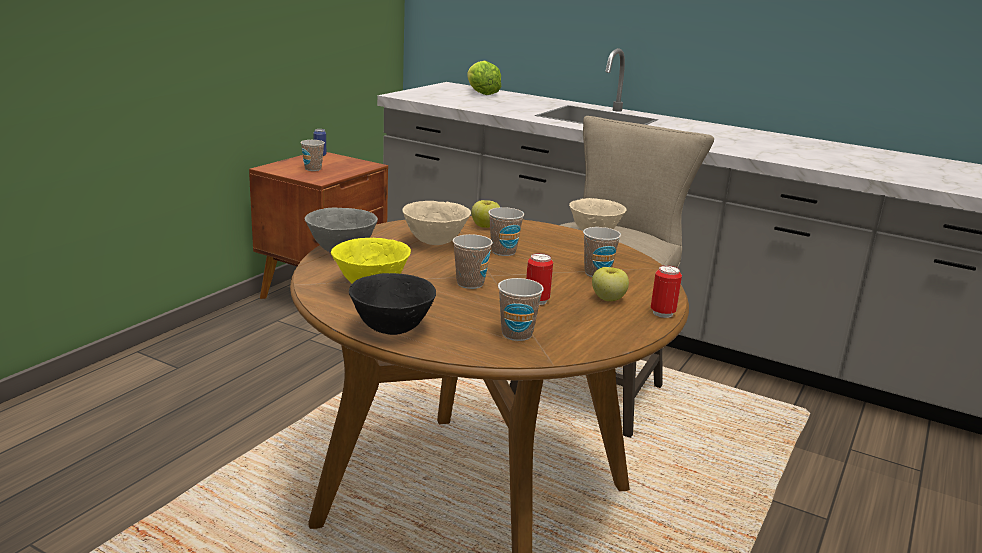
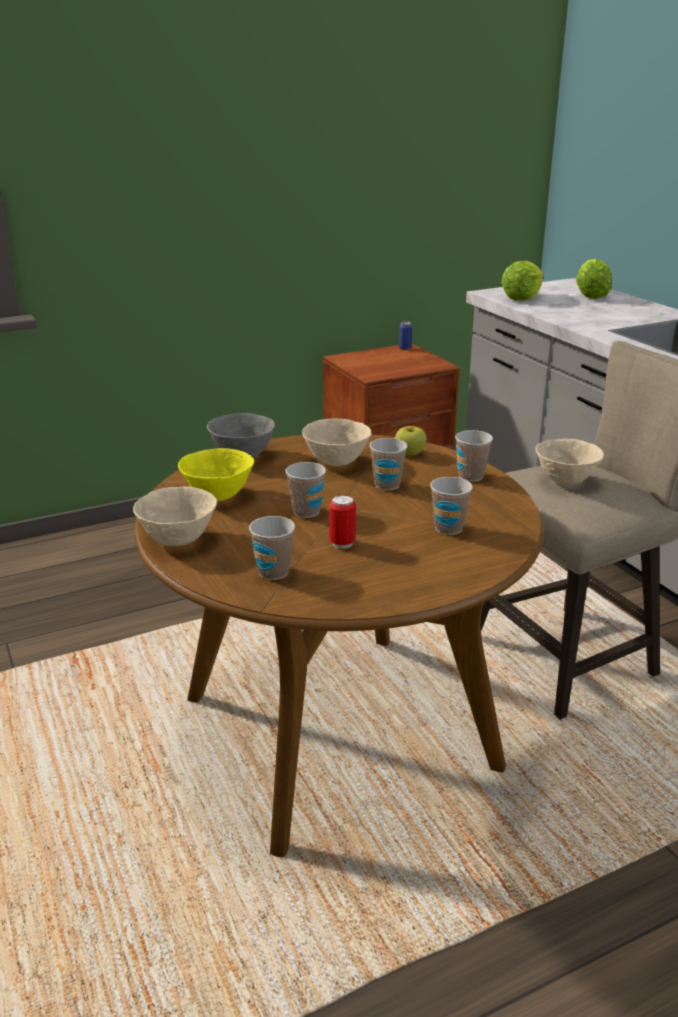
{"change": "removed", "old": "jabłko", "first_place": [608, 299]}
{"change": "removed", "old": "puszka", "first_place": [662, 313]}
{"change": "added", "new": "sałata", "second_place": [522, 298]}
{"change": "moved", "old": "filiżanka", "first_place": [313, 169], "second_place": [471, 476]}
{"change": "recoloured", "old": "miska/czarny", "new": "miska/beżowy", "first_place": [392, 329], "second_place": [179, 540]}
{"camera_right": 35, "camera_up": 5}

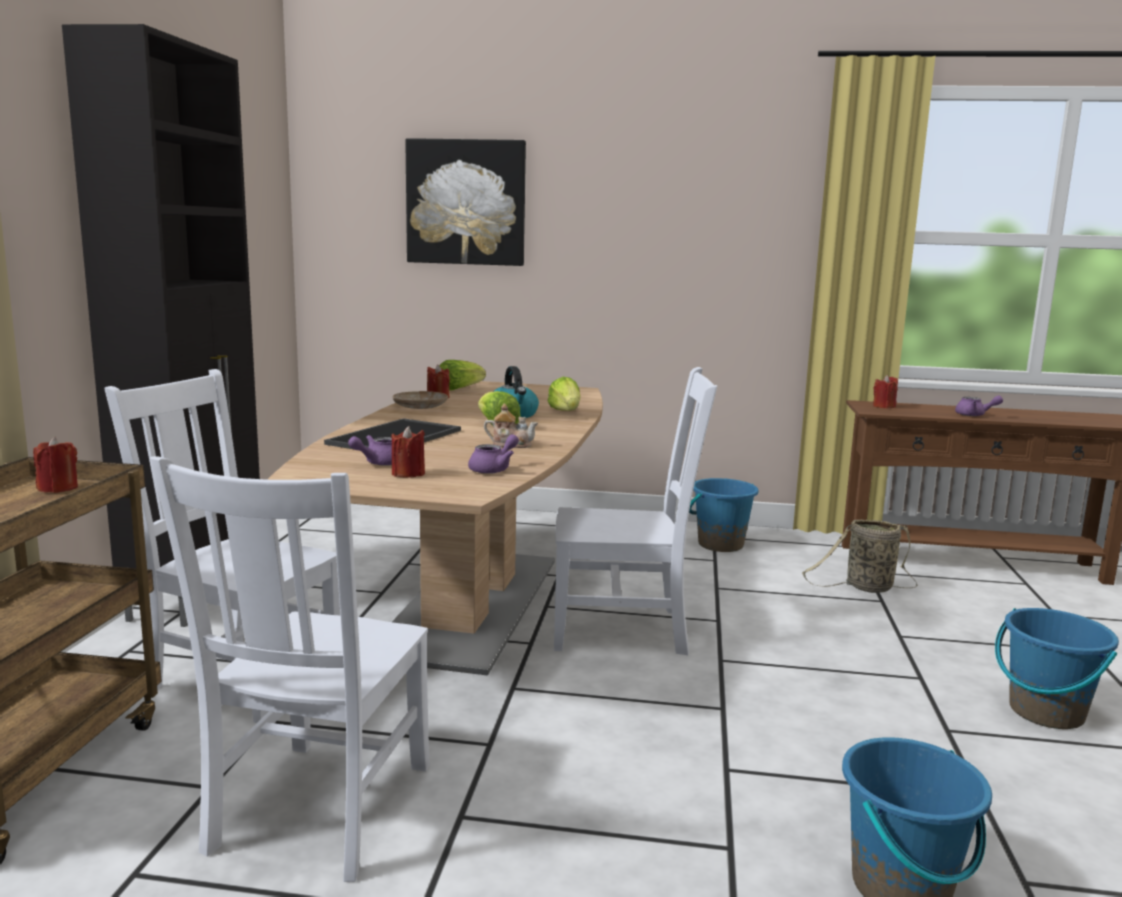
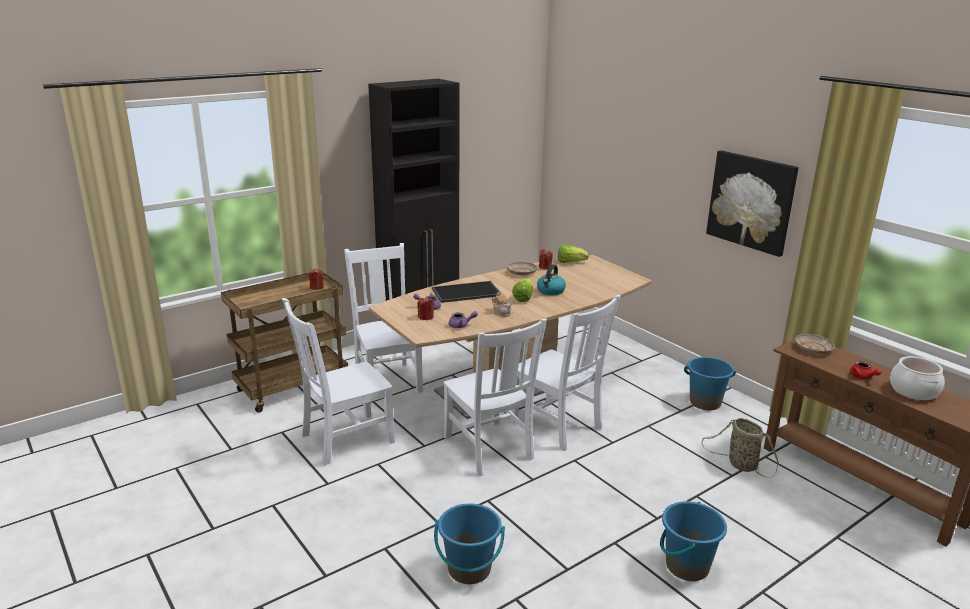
{"change": "removed", "old": "sałata", "first_place": [566, 413]}
{"change": "added", "new": "krzesło/biały", "second_place": [489, 449]}
{"change": "added", "new": "garnek", "second_place": [914, 391]}
{"change": "moved", "old": "obraz", "first_place": [466, 202], "second_place": [751, 201]}
{"change": "replaced", "old": "świeca/czerwony", "new": "talerz/beżowy", "first_place": [884, 406], "second_place": [813, 348]}
{"change": "recoloured", "old": "imbryk/fioletowy", "new": "imbryk/czerwony", "first_place": [974, 415], "second_place": [862, 377]}
{"camera_right": 45, "camera_up": 10}

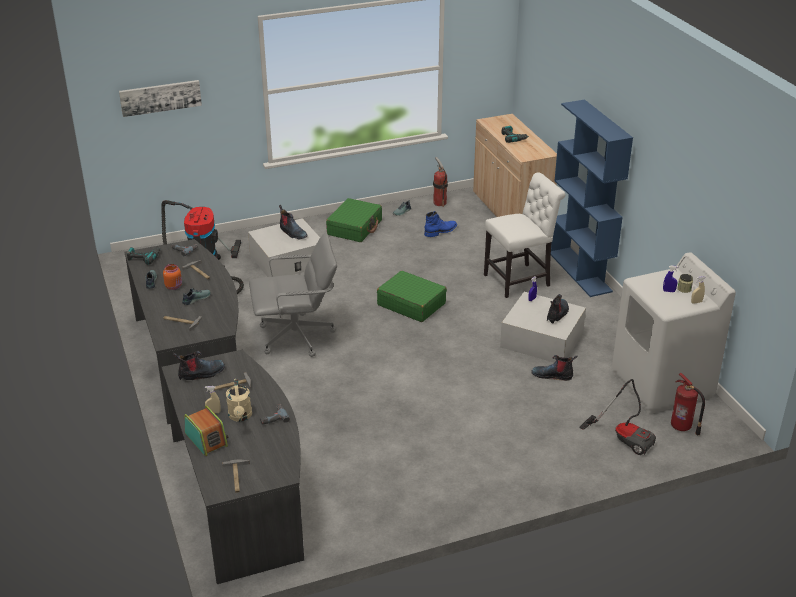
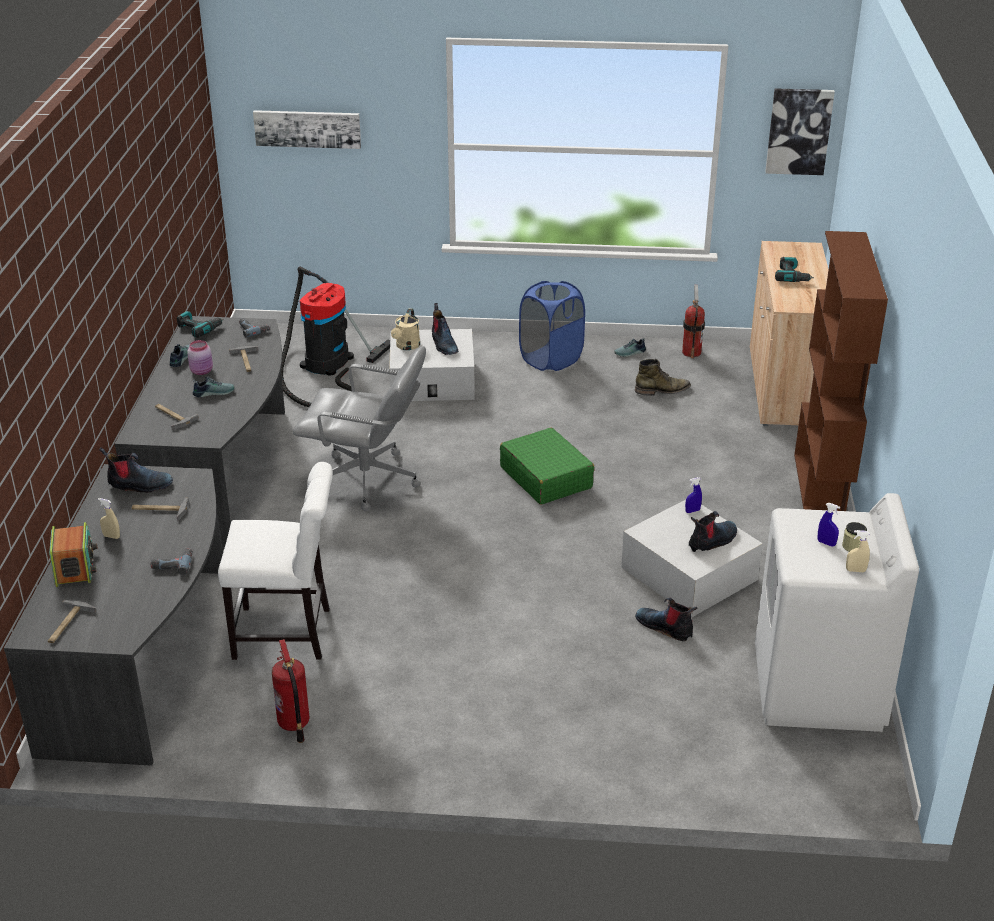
{"change": "removed", "old": "odkurzacz", "first_place": [624, 438]}
{"change": "added", "new": "obraz", "second_place": [799, 131]}
{"change": "moved", "old": "konewka/beżowy", "first_place": [240, 416], "second_place": [406, 346]}
{"change": "moved", "old": "krzesło/biały", "first_place": [520, 280], "second_place": [288, 634]}
{"change": "moved", "old": "gaśnica", "first_place": [682, 427], "second_place": [294, 724]}
{"change": "replaced", "old": "walizka/zielony", "new": "kosz na pranie/niebieski", "first_place": [355, 227], "second_place": [551, 359]}
{"change": "recoloured", "old": "słoik/pomarańczowy", "new": "słoik/różowy", "first_place": [174, 286], "second_place": [202, 371]}
{"change": "recoloured", "old": "but z cholewką/niebieski", "new": "but z cholewką/zielony", "first_place": [441, 231], "second_place": [662, 391]}
{"change": "recoloured", "old": "regał/niebieski", "new": "regał/brązowy", "first_place": [580, 271], "second_place": [820, 494]}
{"camera_right": 25, "camera_up": 0}

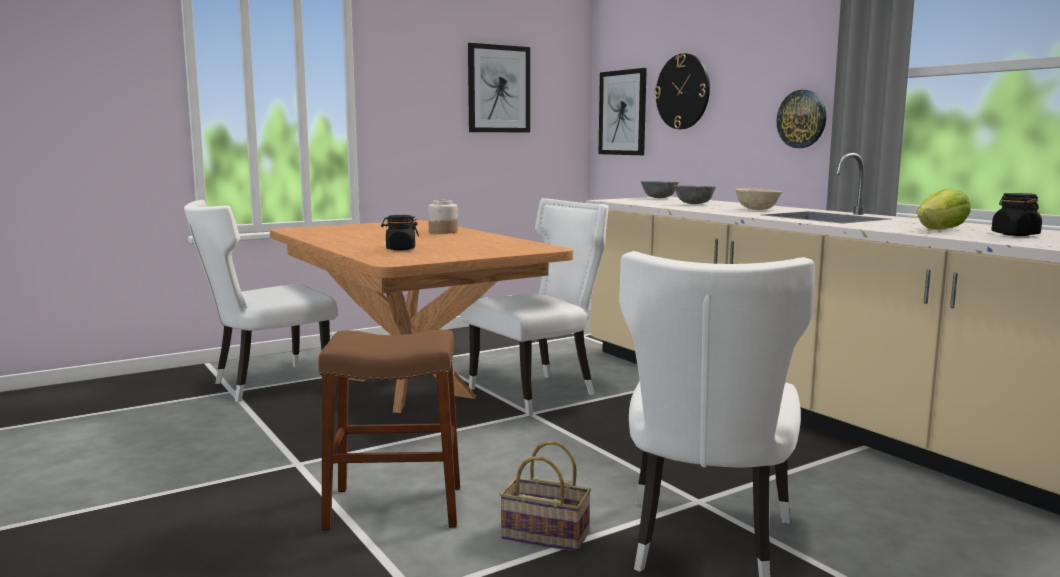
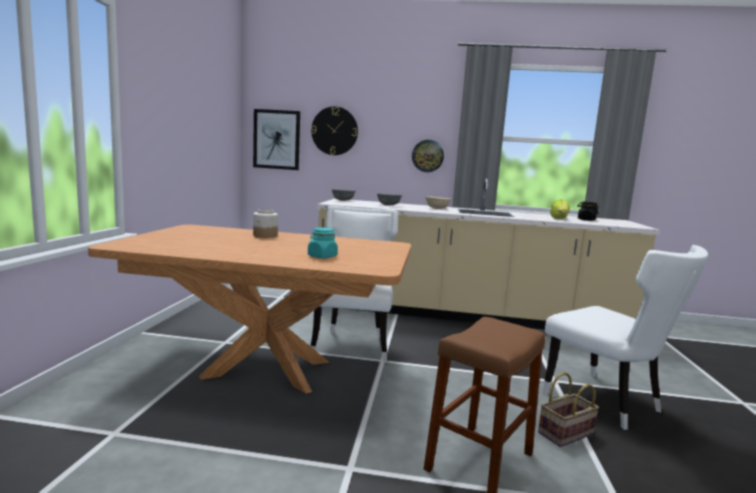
{"change": "removed", "old": "krzesło/biały", "first_place": [266, 385]}
{"change": "removed", "old": "obraz", "first_place": [498, 89]}
{"change": "recoloured", "old": "słoik/czarny", "new": "słoik/turkusowy", "first_place": [400, 249], "second_place": [322, 256]}
{"camera_right": -50, "camera_up": 0}

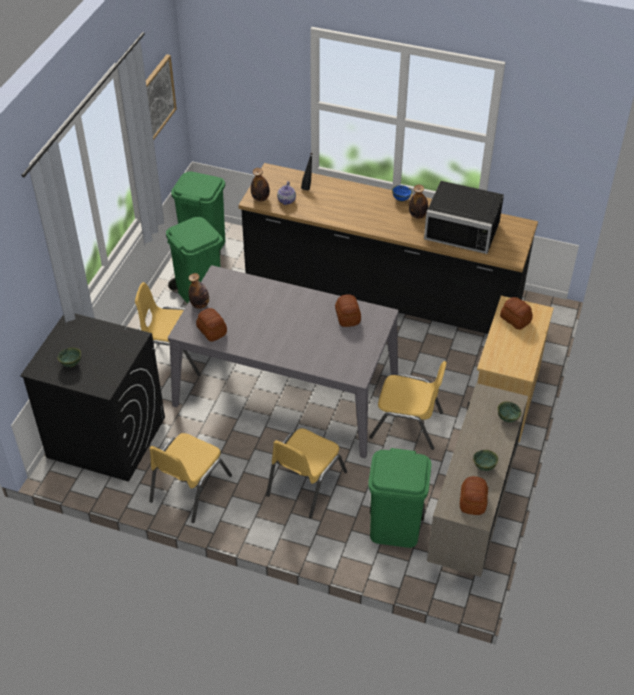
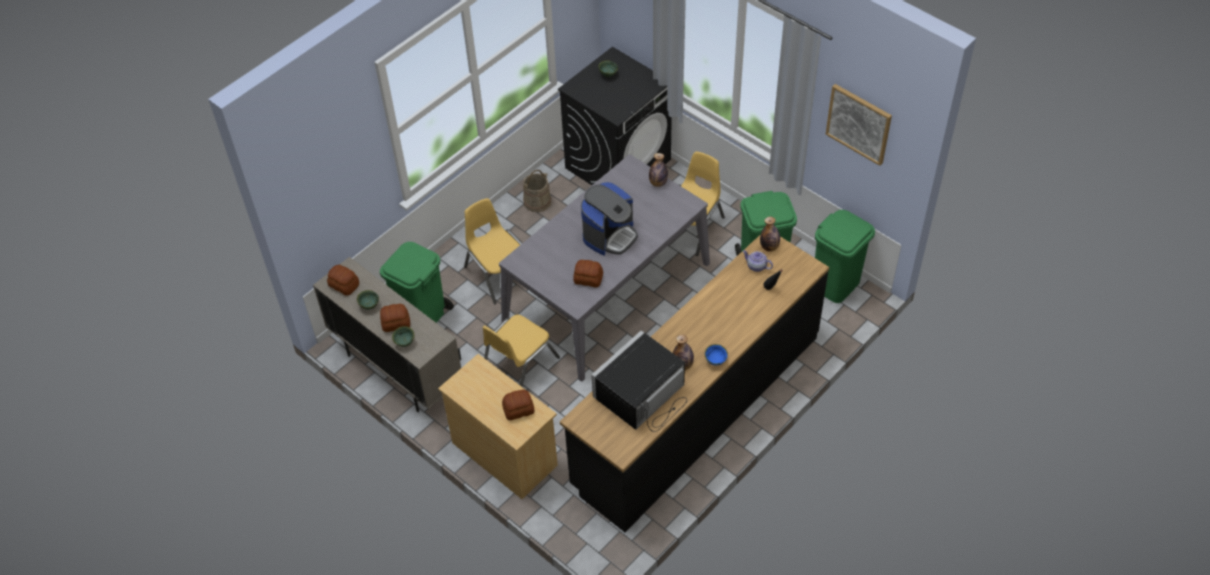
{"change": "added", "new": "ekspres do kawy", "second_place": [609, 235]}
{"change": "moved", "old": "chleb", "first_place": [211, 331], "second_place": [395, 323]}
{"change": "replaced", "old": "krzesło/żółty", "new": "wiadro/beżowy", "first_place": [189, 488], "second_place": [537, 201]}
{"camera_right": 115, "camera_up": 5}

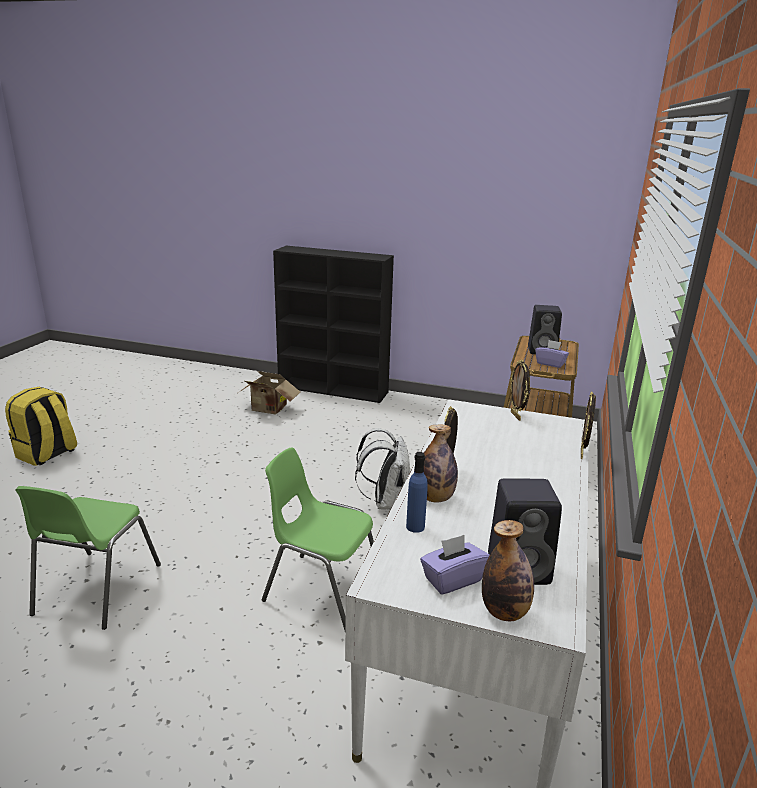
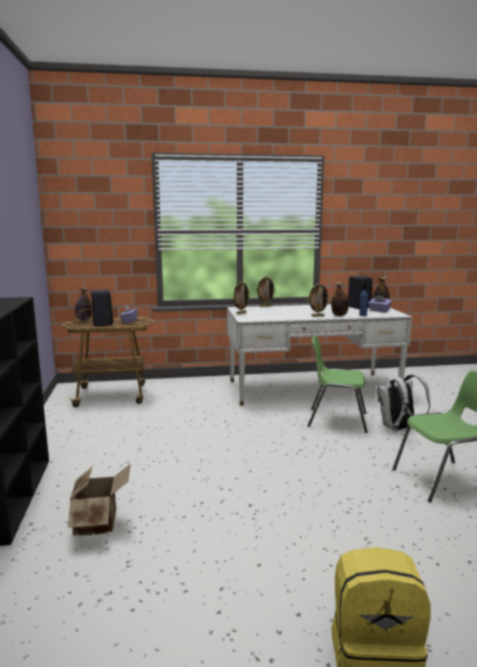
{"change": "added", "new": "butelka", "second_place": [83, 320]}
{"change": "moved", "old": "plecak/biały", "first_place": [385, 502], "second_place": [398, 428]}
{"change": "turned", "old": "krzesło/zielony", "first_place": [322, 590], "second_place": [336, 420], "degrees": 105}
{"camera_right": -115, "camera_up": -10}

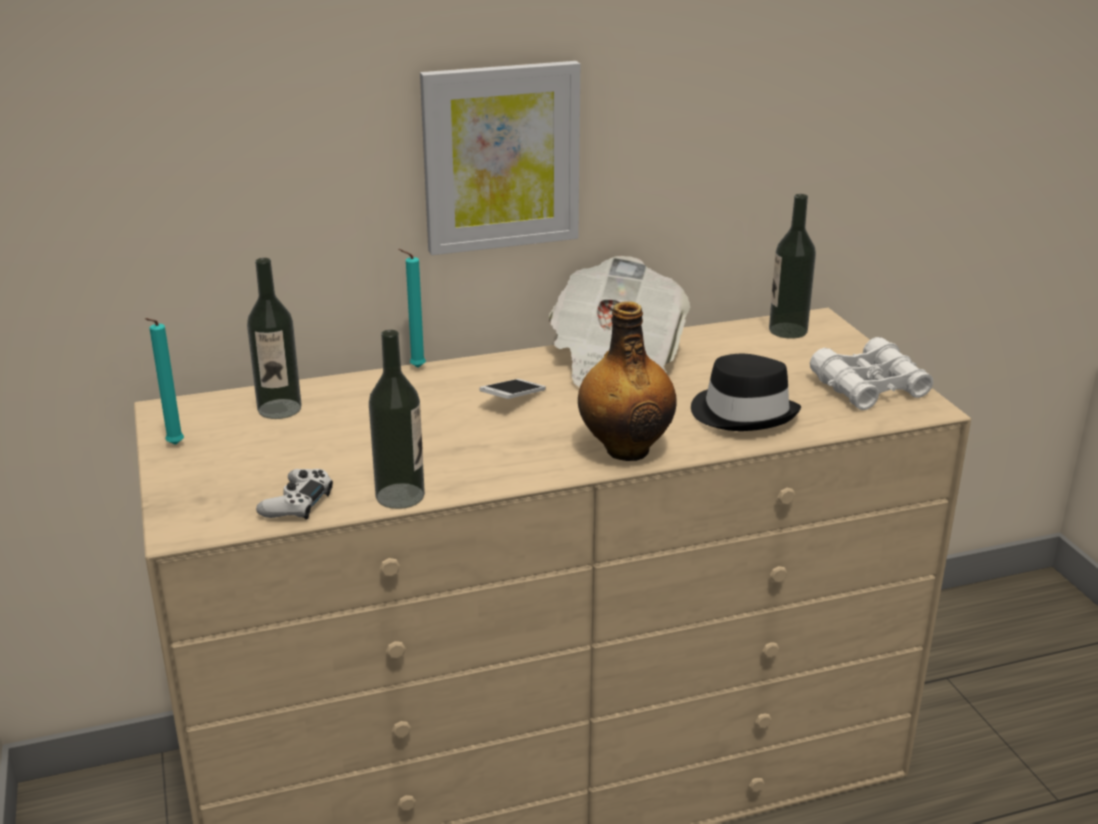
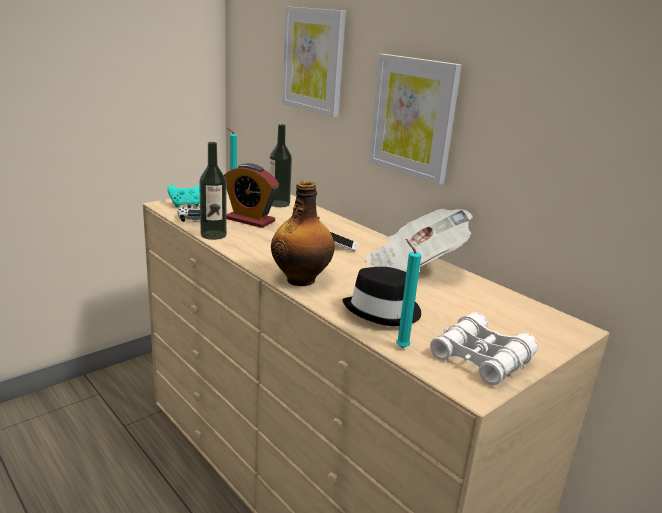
{"change": "removed", "old": "butelka", "first_place": [788, 330]}
{"change": "added", "new": "pad do gier/turkusowy", "second_place": [186, 205]}
{"change": "added", "new": "budzik", "second_place": [250, 220]}
{"change": "added", "new": "obraz", "second_place": [314, 60]}
{"change": "moved", "old": "świeca/turkusowy", "first_place": [415, 368], "second_place": [400, 347]}
{"camera_right": 65, "camera_up": -5}

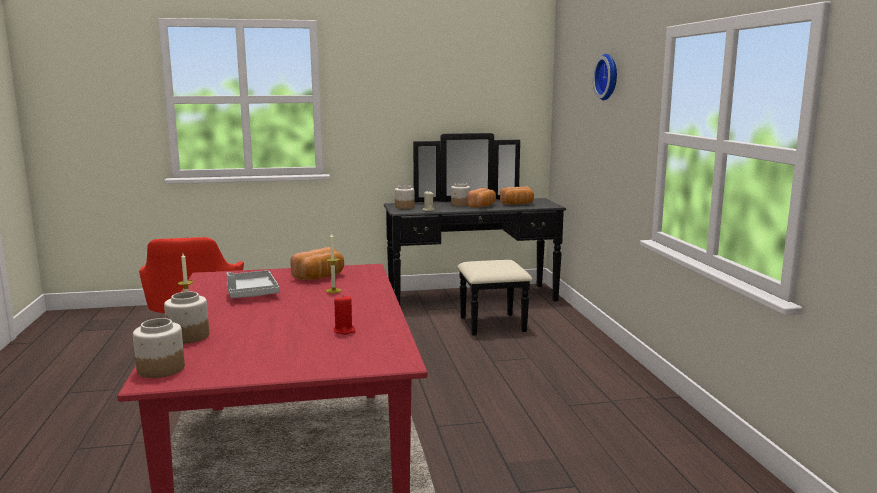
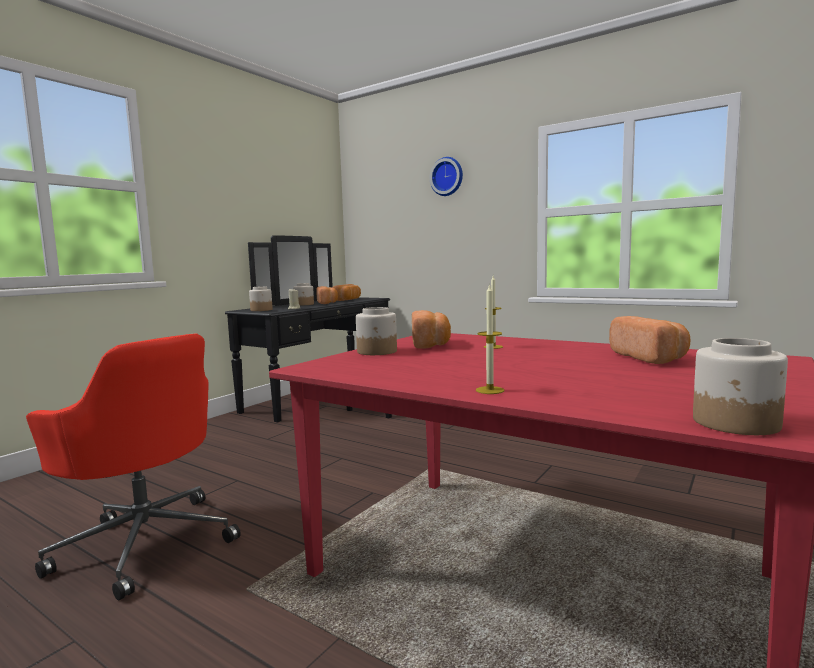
{"change": "removed", "old": "taca/szary", "first_place": [251, 293]}
{"change": "moved", "old": "słoik", "first_place": [188, 337], "second_place": [377, 351]}
{"change": "replaced", "old": "świeca/czerwony", "new": "chleb", "first_place": [344, 331], "second_place": [650, 358]}
{"camera_right": -45, "camera_up": -5}

